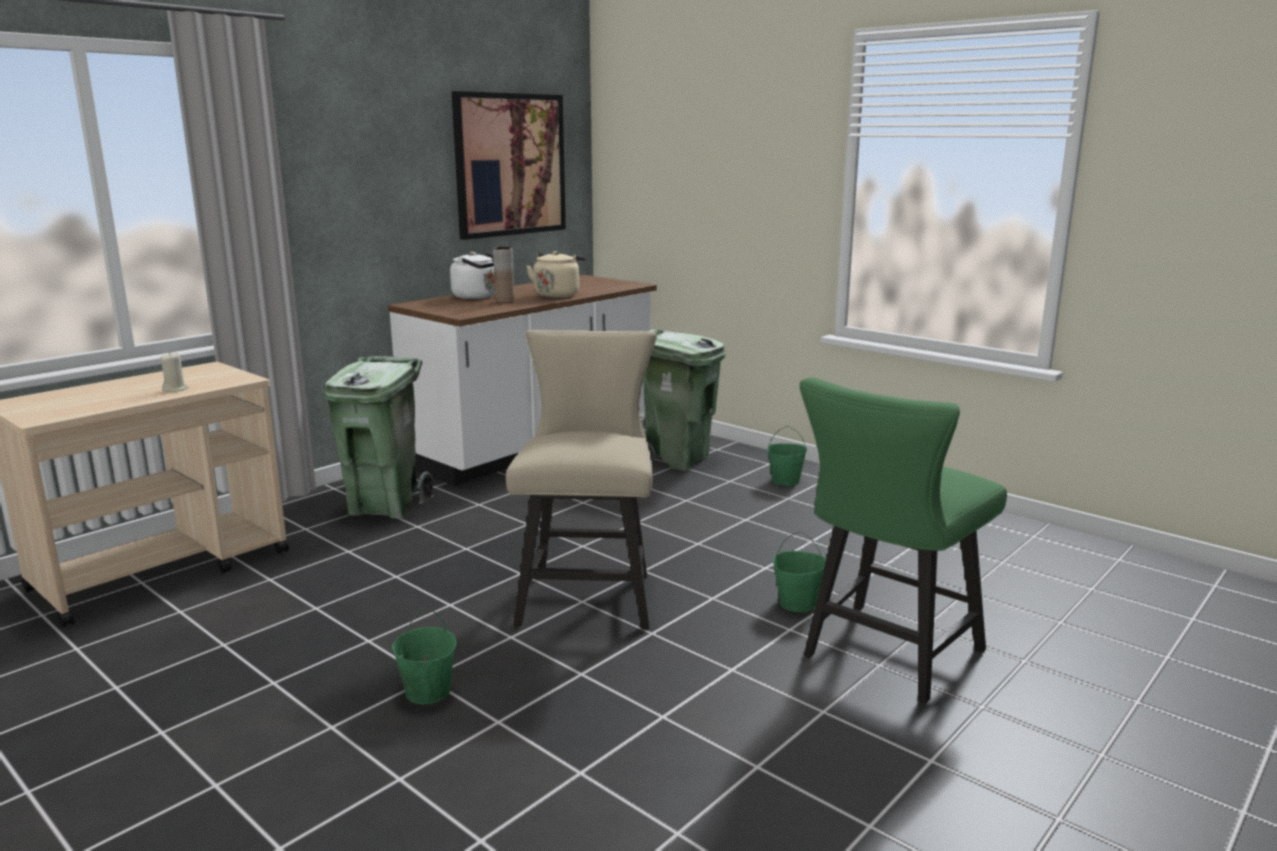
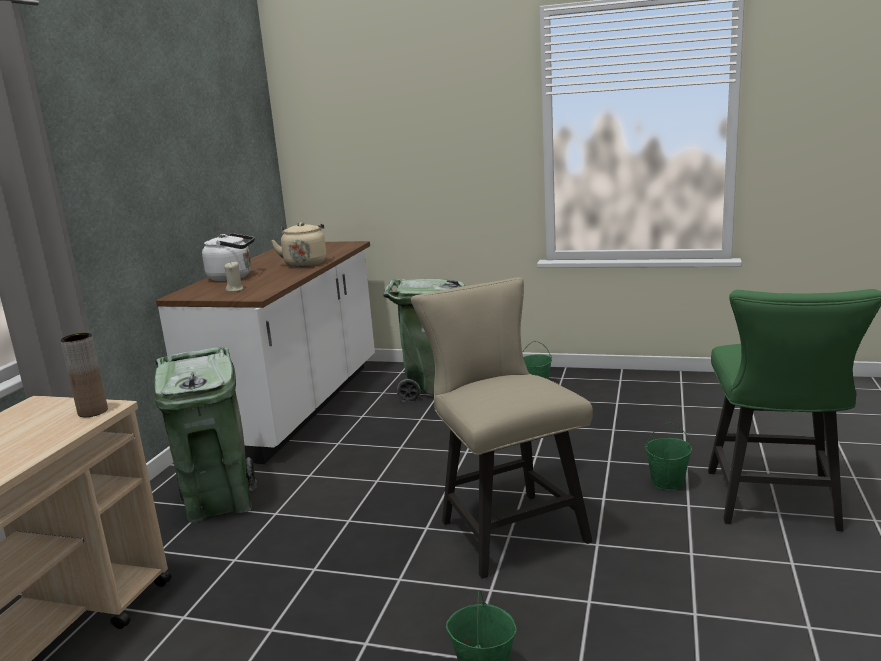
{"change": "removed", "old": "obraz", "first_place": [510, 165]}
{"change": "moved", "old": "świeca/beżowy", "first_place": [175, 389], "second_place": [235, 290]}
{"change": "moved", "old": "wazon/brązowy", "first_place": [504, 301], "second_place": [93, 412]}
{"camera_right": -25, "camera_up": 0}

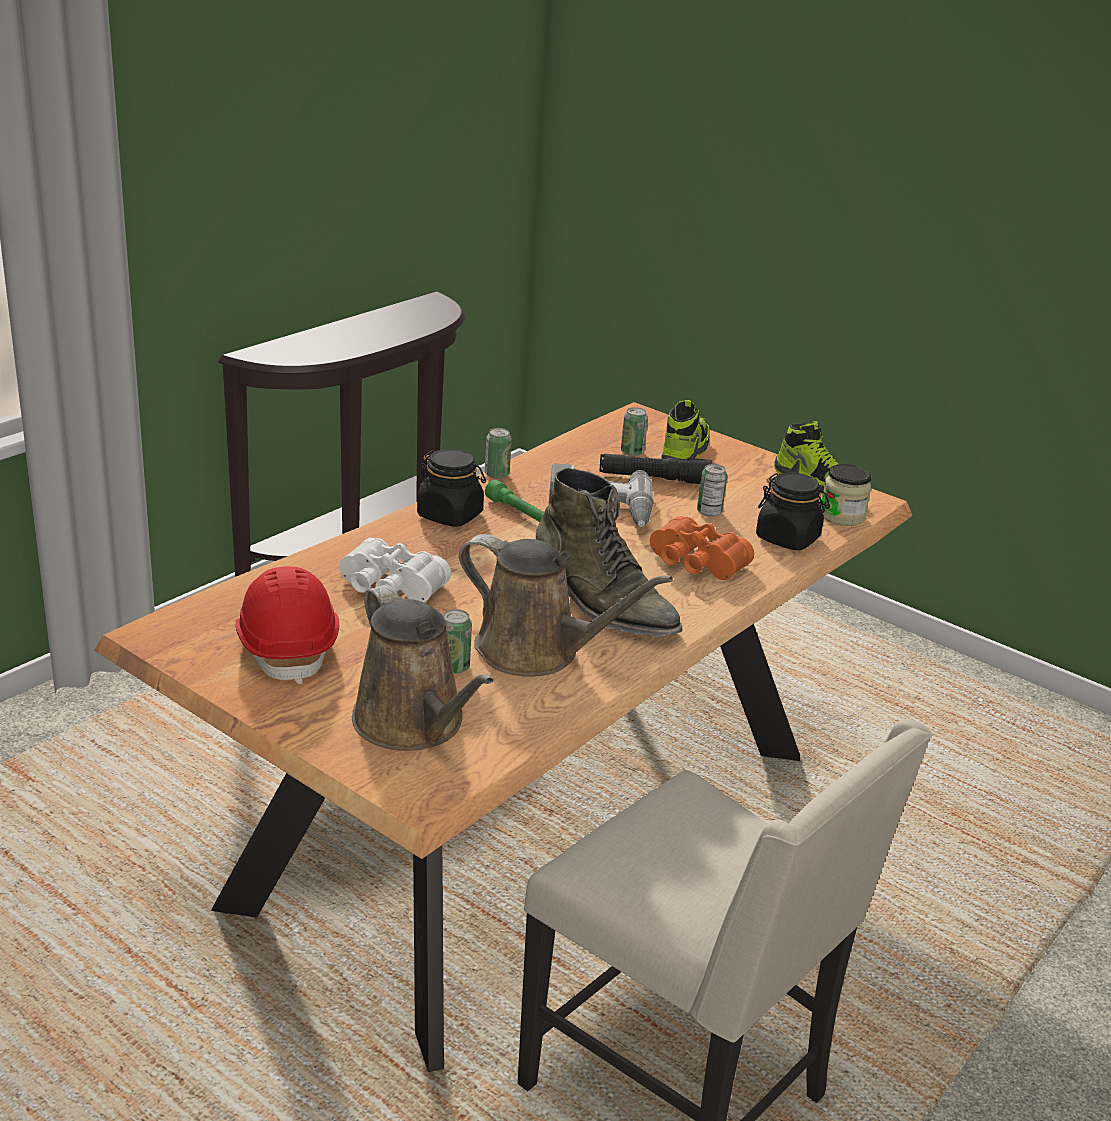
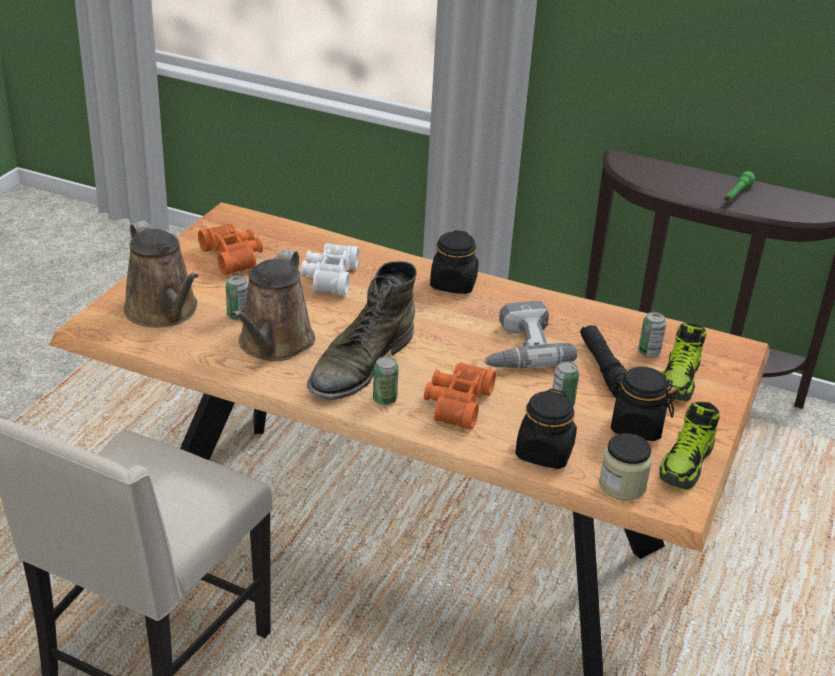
{"change": "added", "new": "słoik/czarny", "second_place": [636, 426]}
{"change": "moved", "old": "puszka", "first_place": [497, 475], "second_place": [384, 399]}
{"change": "moved", "old": "latarka/zielony", "first_place": [518, 513], "second_place": [736, 195]}
{"change": "replaced", "old": "kask/czerwony", "new": "lornetka/pomarańczowy", "first_place": [288, 647], "second_place": [234, 256]}
{"change": "turned", "old": "konewka/brązowy", "first_place": [414, 724], "second_place": [164, 312], "degrees": -75}
{"change": "turned", "old": "but", "first_place": [684, 452], "second_place": [679, 380], "degrees": 105}
{"camera_right": 75, "camera_up": 5}

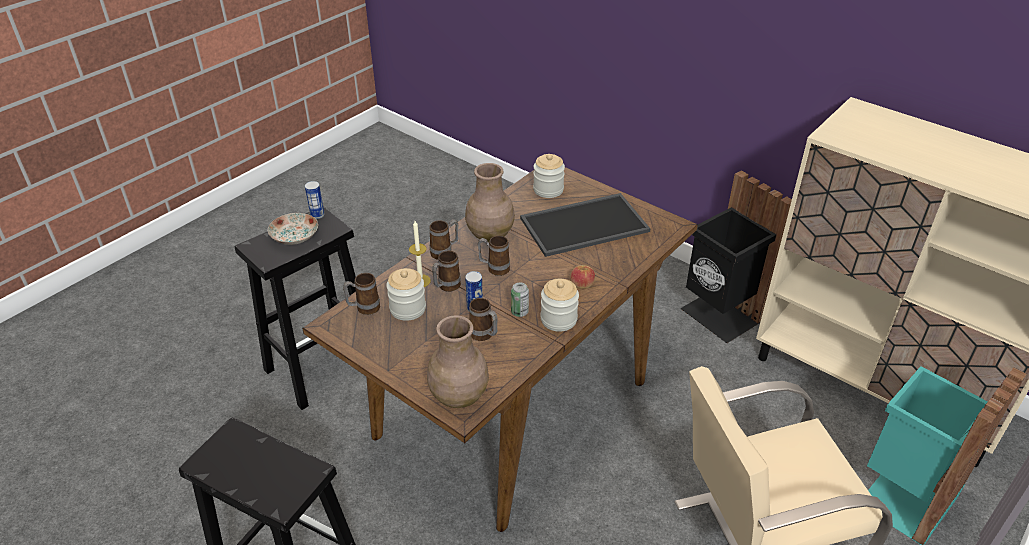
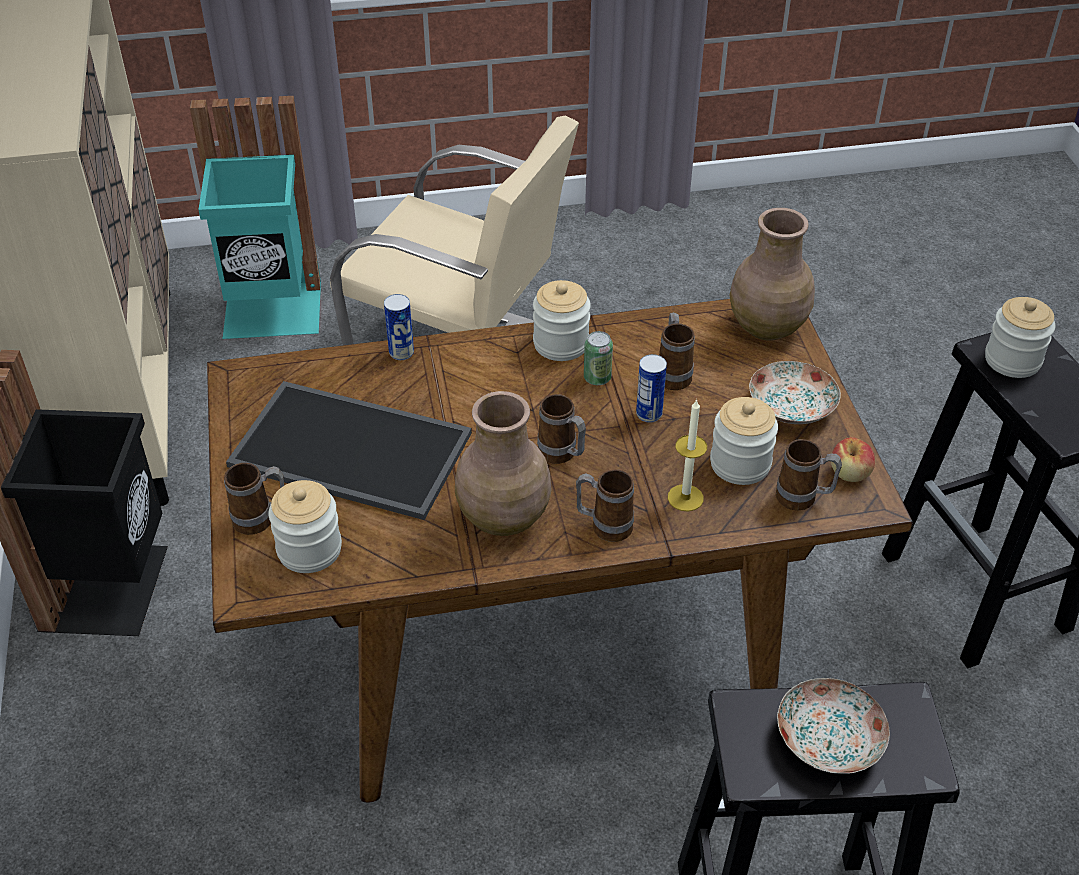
{"change": "added", "new": "talerz", "second_place": [790, 407]}
{"change": "added", "new": "słoik", "second_place": [1012, 360]}
{"change": "moved", "old": "puszka", "first_place": [317, 215], "second_place": [401, 352]}
{"change": "moved", "old": "kubek", "first_place": [446, 287], "second_place": [261, 519]}
{"change": "moved", "old": "jabłko", "first_place": [581, 284], "second_place": [850, 473]}
{"camera_right": -140, "camera_up": 5}

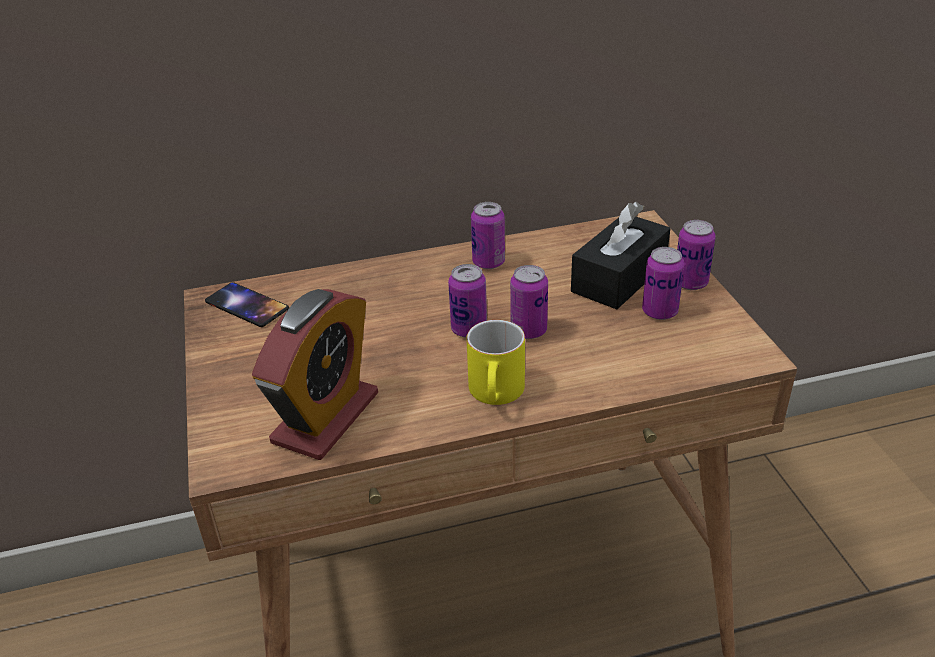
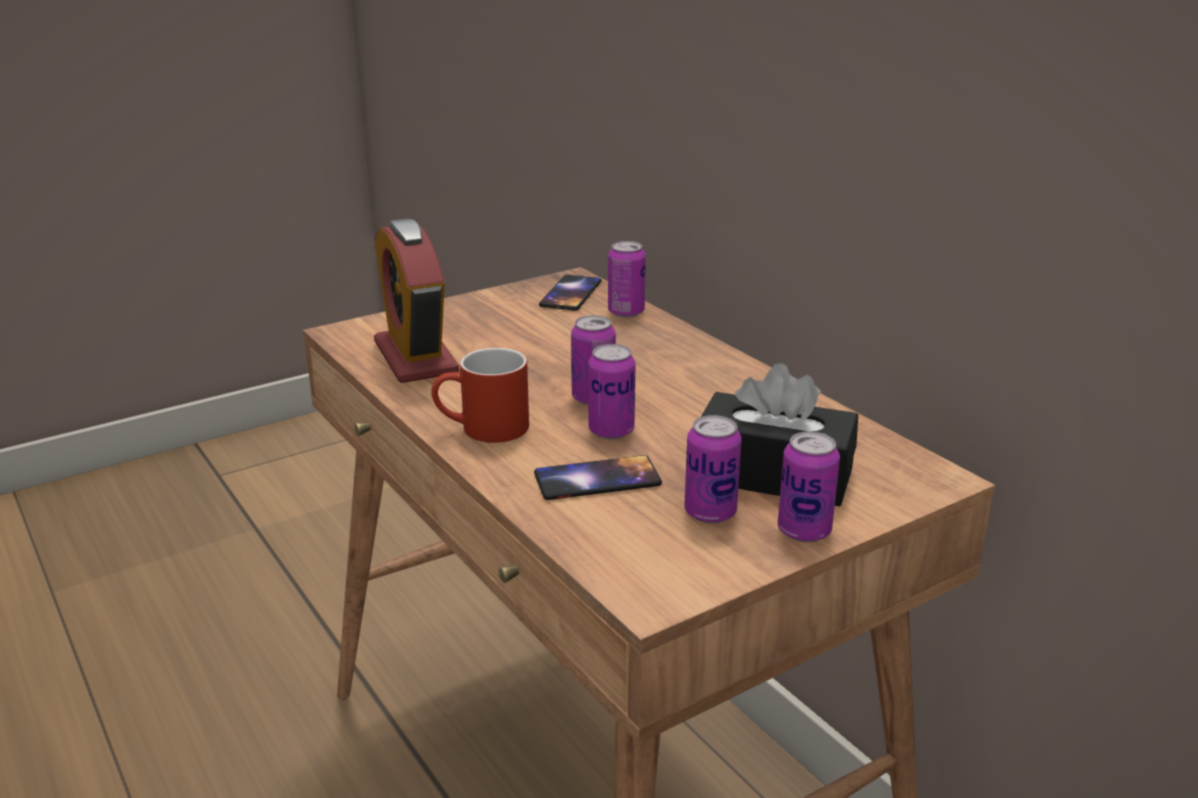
{"change": "added", "new": "telefon", "second_place": [597, 479]}
{"change": "moved", "old": "puszka", "first_place": [488, 262], "second_place": [626, 312]}
{"change": "recoloured", "old": "kubek/żółty", "new": "kubek/czerwony", "first_place": [497, 394], "second_place": [483, 430]}
{"change": "turned", "old": "budzik", "first_place": [326, 418], "second_place": [415, 357], "degrees": 60}
{"camera_right": 70, "camera_up": -10}

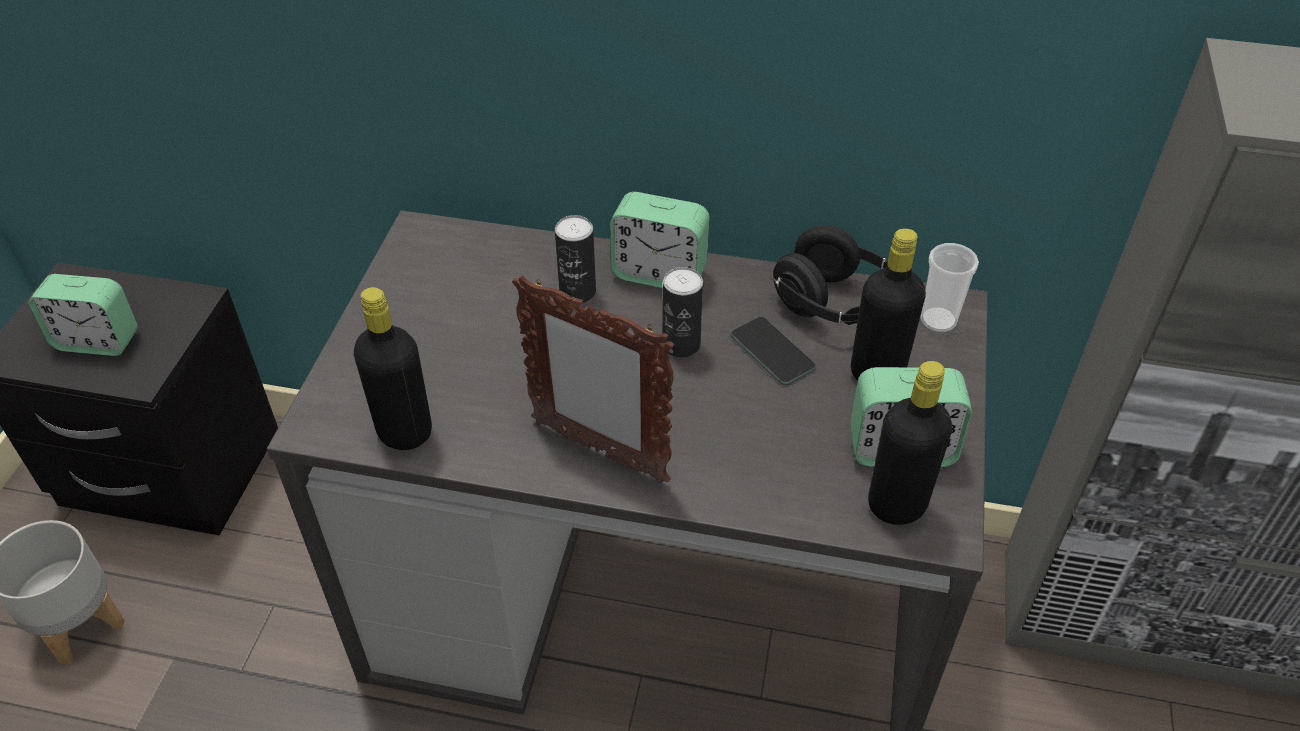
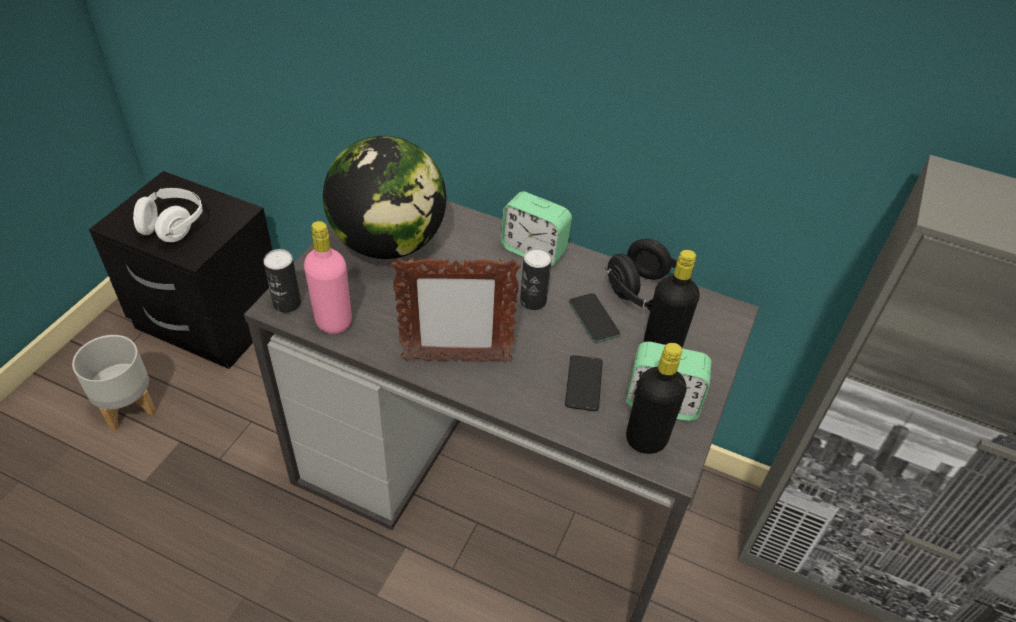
{"change": "removed", "old": "filiżanka", "first_place": [938, 320]}
{"change": "added", "new": "globus", "second_place": [388, 243]}
{"change": "added", "new": "telefon", "second_place": [583, 383]}
{"change": "moved", "old": "puszka", "first_place": [577, 291], "second_place": [287, 303]}
{"change": "replaced", "old": "budzik", "new": "słuchawki/biały", "first_place": [97, 341], "second_place": [173, 226]}
{"change": "recoloured", "old": "butelka/czarny", "new": "butelka/różowy", "first_place": [405, 432], "second_place": [333, 322]}
{"change": "turned", "old": "ramka na zdjęcie", "first_place": [598, 450], "second_place": [455, 360], "degrees": -45}
{"camera_right": 10, "camera_up": 0}

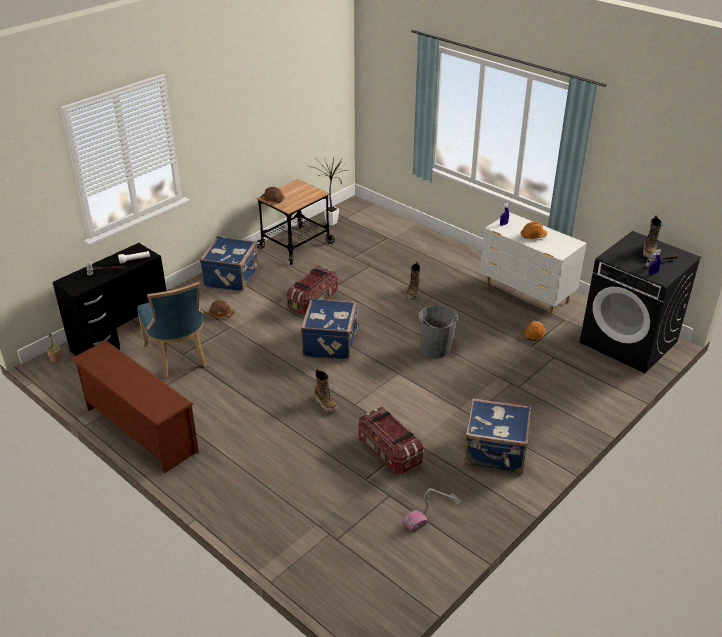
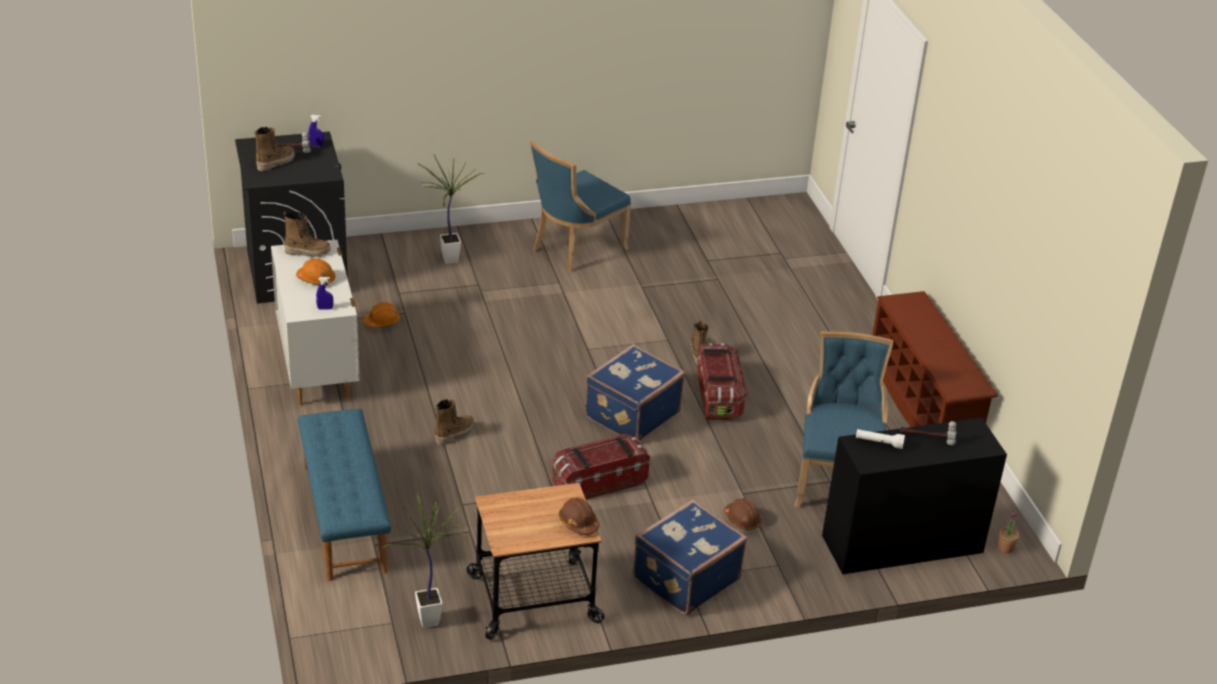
{"change": "removed", "old": "odkurzacz", "first_place": [432, 513]}
{"change": "removed", "old": "wiadro/szary", "first_place": [435, 348]}
{"change": "added", "new": "but z cholewką", "second_place": [307, 252]}
{"change": "added", "new": "ławka/niebieski", "second_place": [343, 517]}
{"change": "added", "new": "roślina doniczkowa", "second_place": [449, 262]}
{"change": "moved", "old": "pojemnik do przechowywania", "first_place": [388, 452], "second_place": [718, 396]}
{"change": "replaced", "old": "walizka/niebieski", "new": "krzesło/niebieski", "first_place": [495, 452], "second_place": [575, 249]}
{"camera_right": -150, "camera_up": 0}

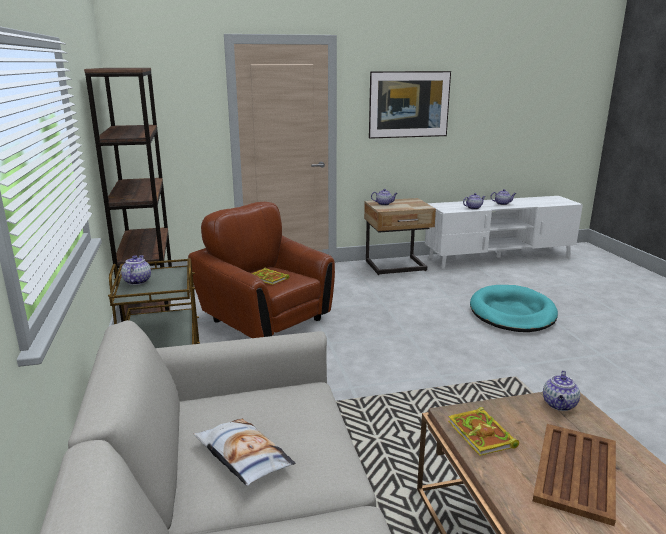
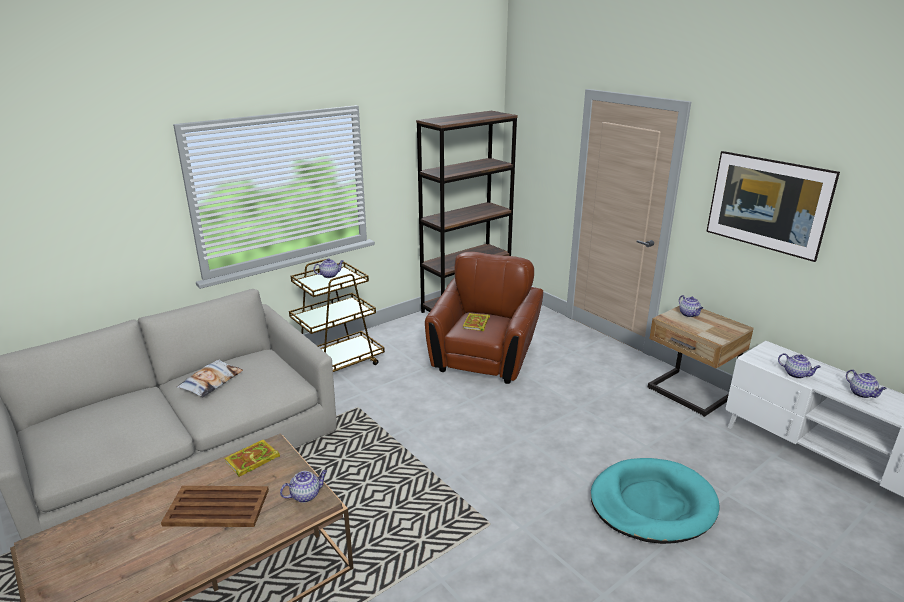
{"change": "turned", "old": "imbryk", "first_place": [559, 405], "second_place": [306, 495], "degrees": 150}
{"camera_right": 65, "camera_up": 5}

